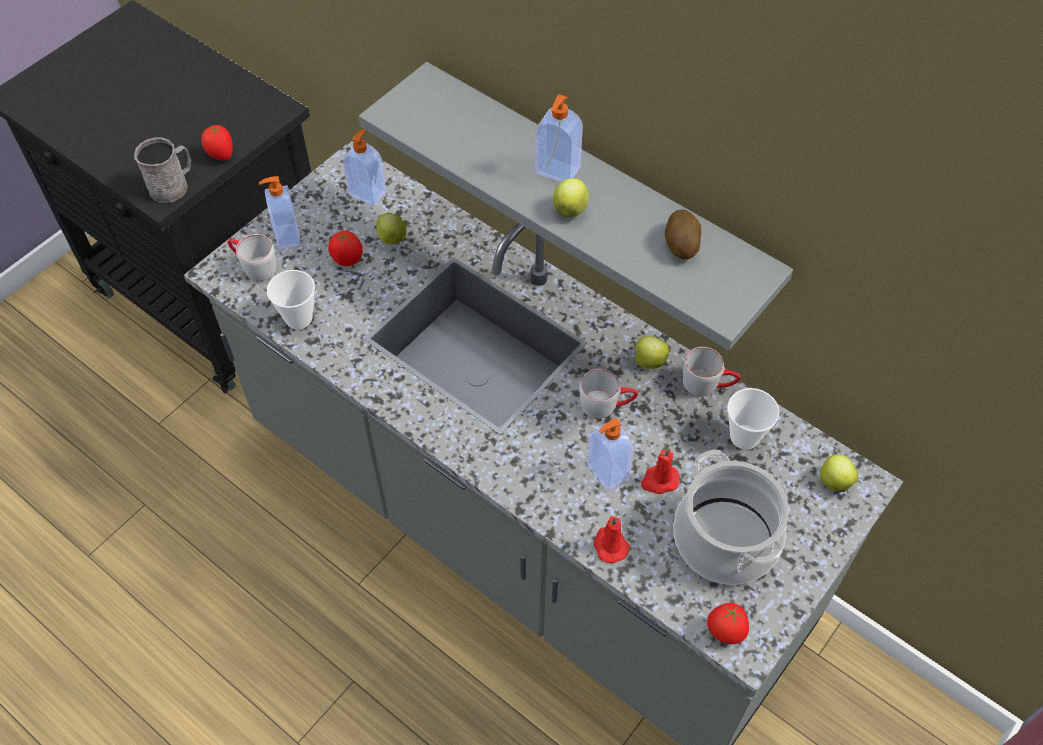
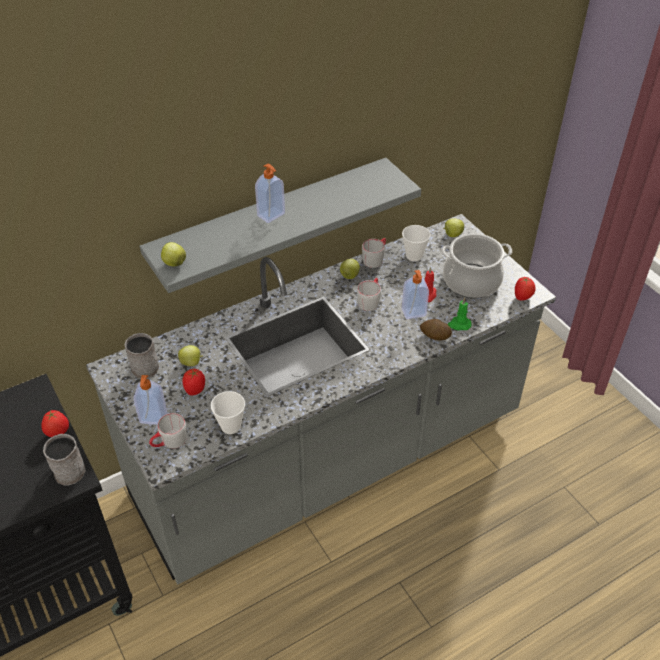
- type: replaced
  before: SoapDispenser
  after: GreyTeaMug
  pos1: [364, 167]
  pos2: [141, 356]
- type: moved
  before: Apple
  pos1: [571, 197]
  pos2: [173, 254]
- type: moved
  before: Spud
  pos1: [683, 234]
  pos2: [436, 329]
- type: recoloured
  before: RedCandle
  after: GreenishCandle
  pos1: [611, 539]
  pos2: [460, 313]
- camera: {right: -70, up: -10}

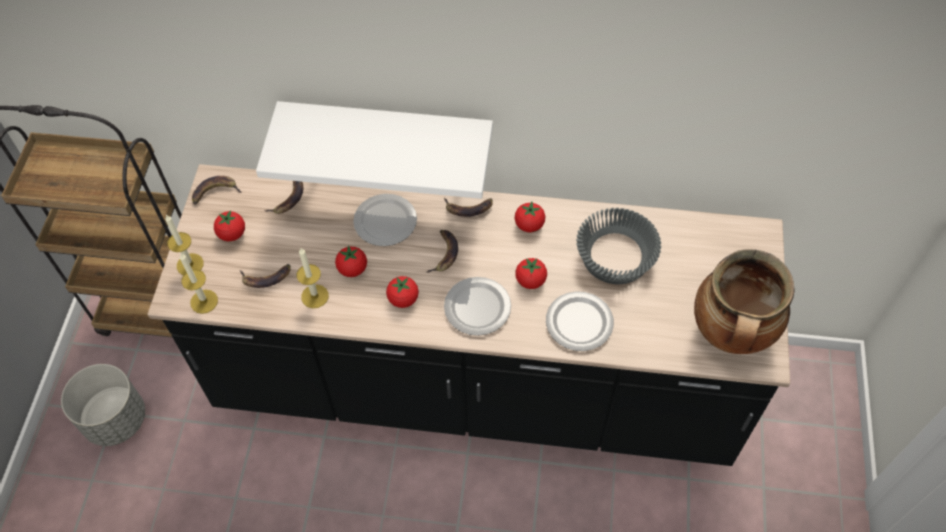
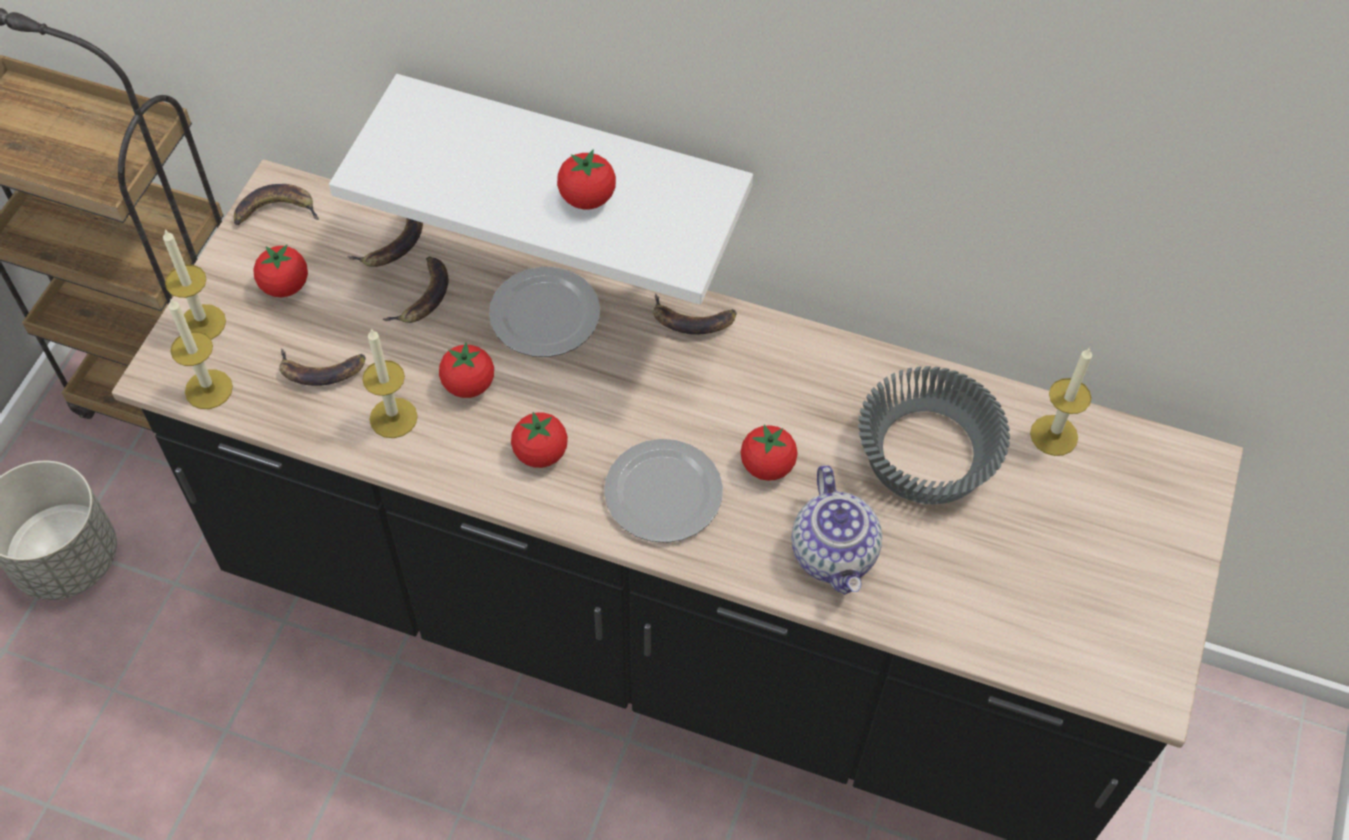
- type: moved
  before: BananaFruit
  pos1: [442, 251]
  pos2: [416, 289]
- type: moved
  before: Tomato
  pos1: [530, 217]
  pos2: [586, 179]
- type: replaced
  before: DinnerPlate
  after: PotForTea
  pos1: [580, 321]
  pos2: [836, 530]
- type: added
  after: Candle
  pos2: [1061, 402]
- type: removed
  before: CookingPot
  pos1: [744, 301]
- camera: {right: 10, up: 0}

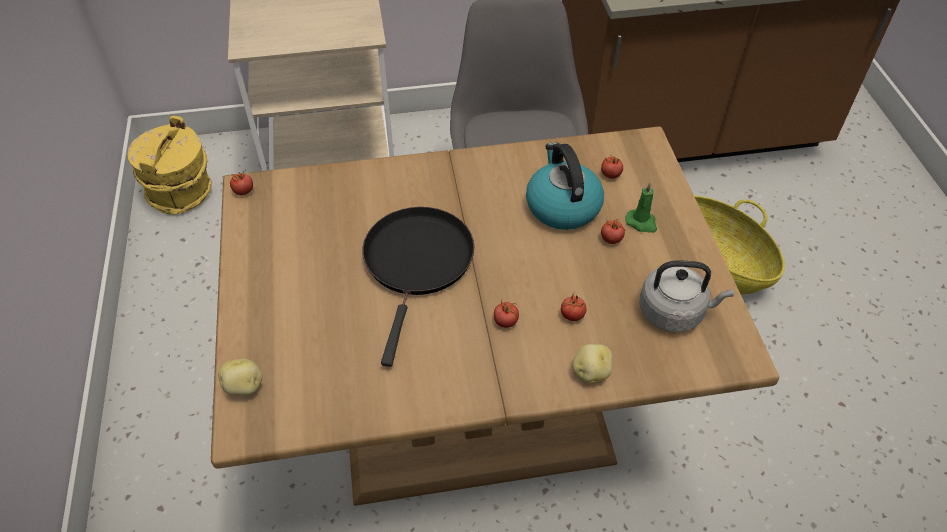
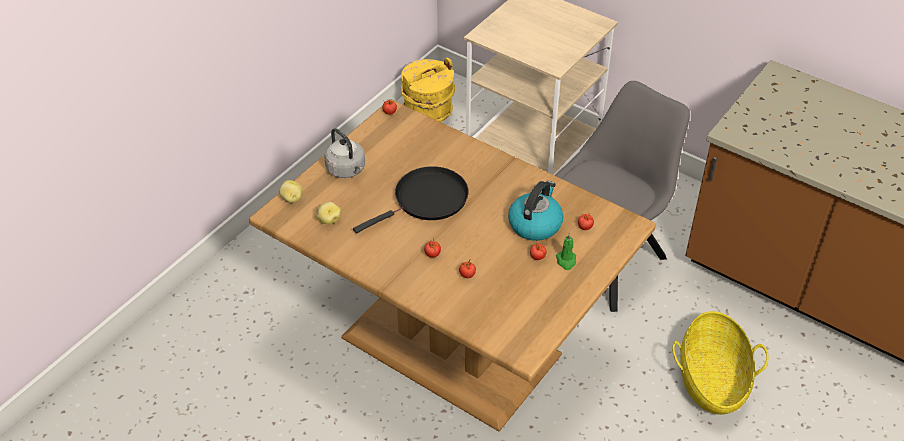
- type: moved
  before: Spud
  pos1: [592, 364]
  pos2: [328, 213]
- type: moved
  before: GreyWaterKettle
  pos1: [687, 296]
  pos2: [344, 153]
- camera: {right: 45, up: -5}

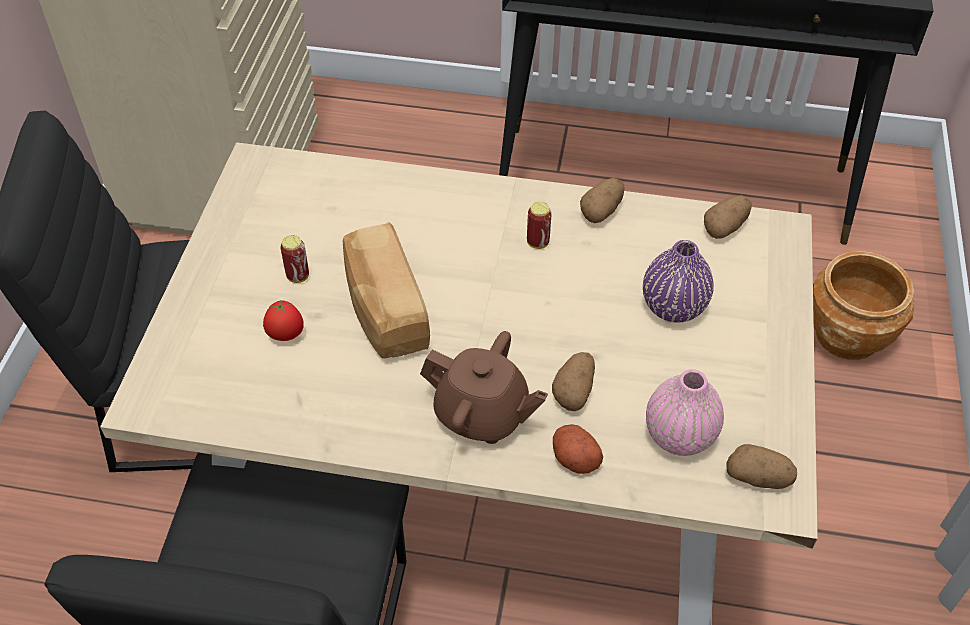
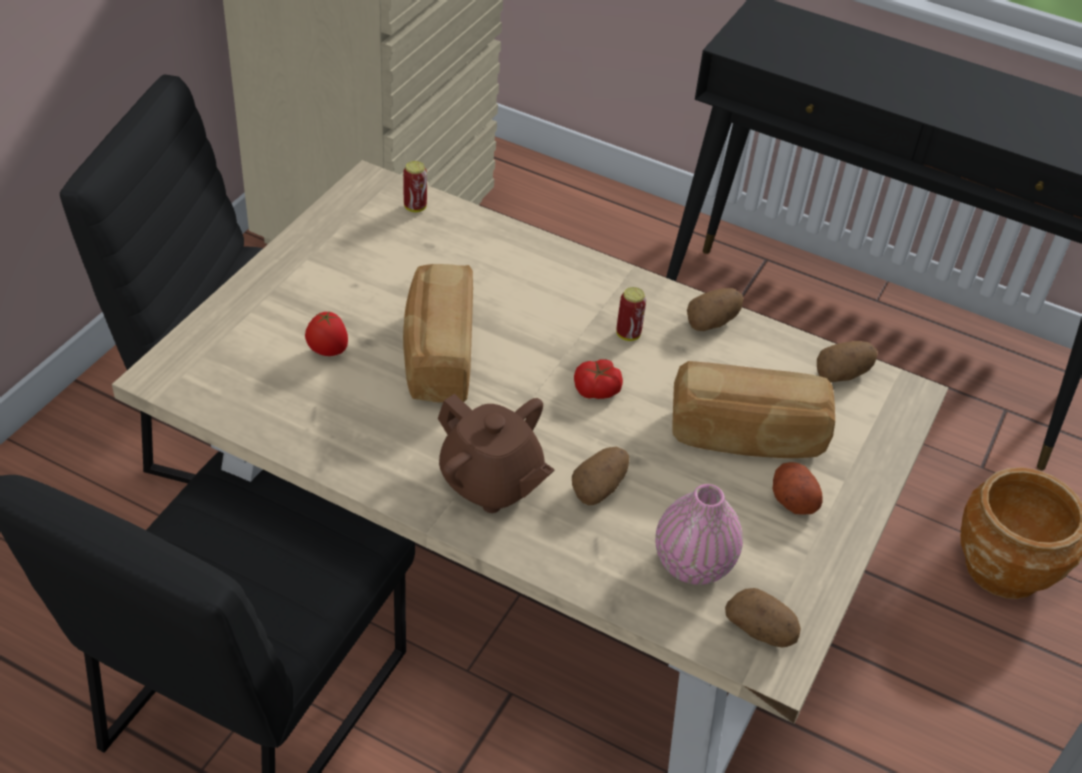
- type: moved
  before: Can
  pos1: [294, 259]
  pos2: [415, 186]
- type: added
  after: Tomato
  pos2: [598, 379]
- type: replaced
  before: PurplishFlowerVase
  after: Bread
  pos1: [678, 281]
  pos2: [754, 409]
- type: moved
  before: Spud
  pos1: [578, 449]
  pos2: [798, 488]
- camera: {right: 15, up: -5}

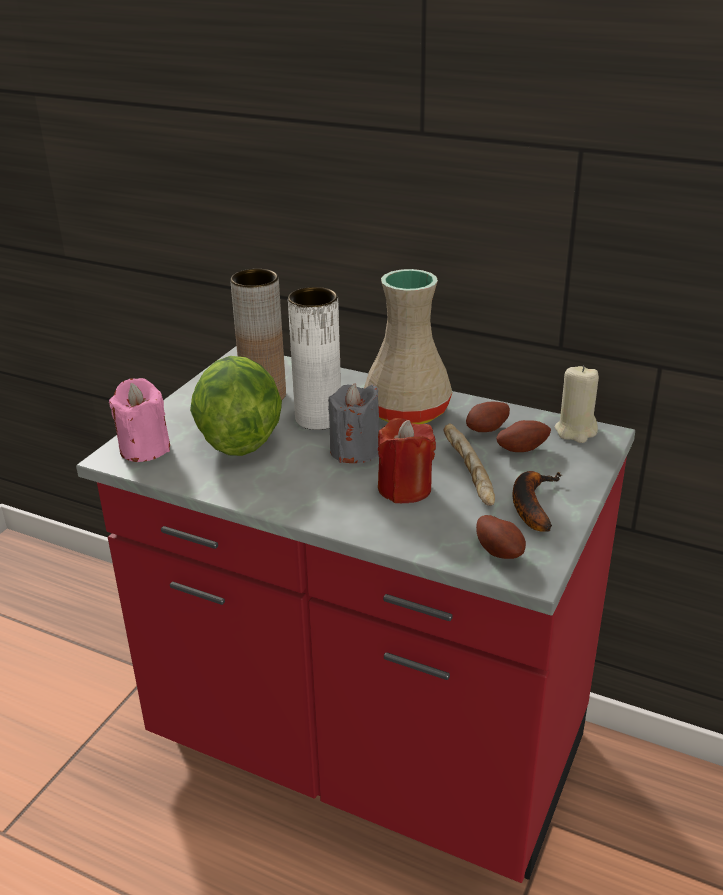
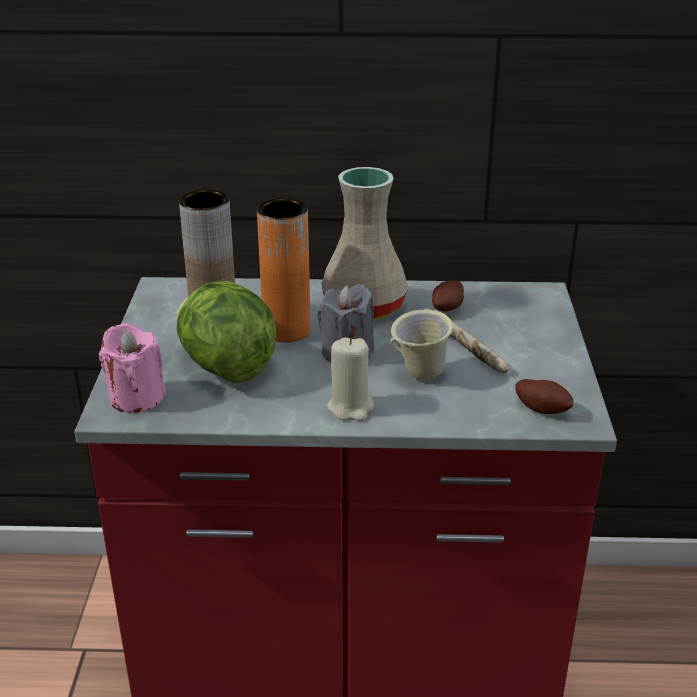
- type: recoloured
  before: WhiteFlowerVase
  after: OrangeyFlowerVase
  pos1: [314, 358]
  pos2: [284, 270]
- type: moved
  before: SandColouredCandle
  pos1: [577, 404]
  pos2: [350, 379]
- type: replaced
  before: RedCandle
  after: SandColouredTeaMug
  pos1: [407, 460]
  pos2: [421, 345]
- type: removed
  before: Spud
  pos1: [523, 436]
- type: removed
  before: BananaFruit
  pos1: [537, 501]
- camera: {right: -25, up: 0}

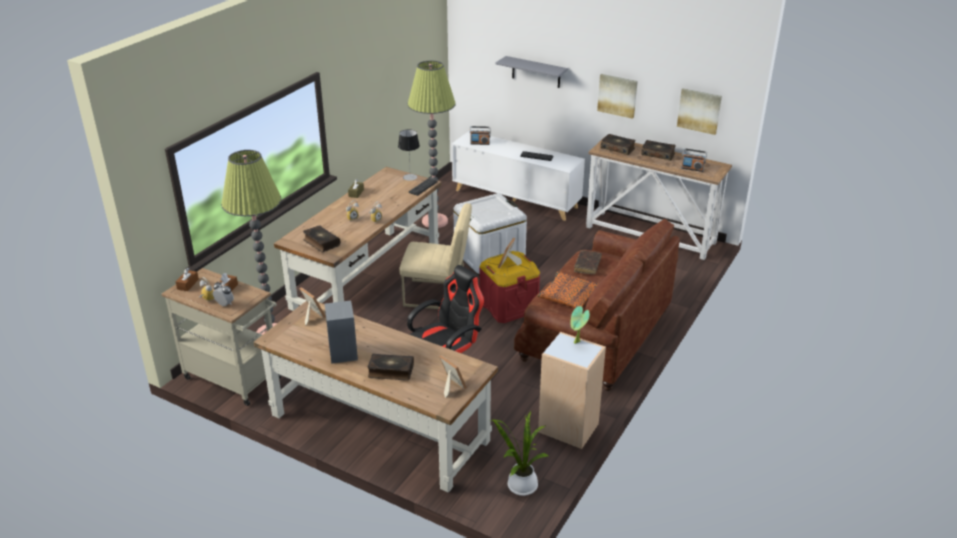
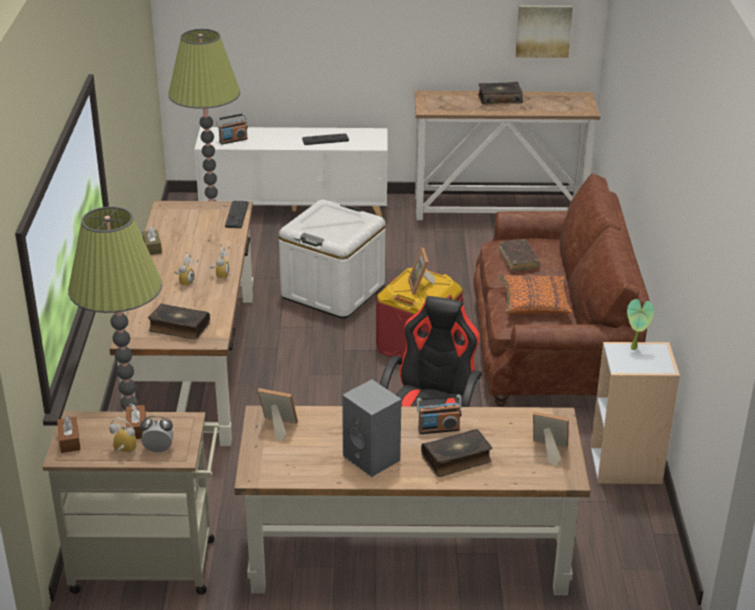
- type: moved
  before: RadioSet
  pos1: [694, 160]
  pos2: [439, 414]
- type: removed
  before: TableLamp
  pos1: [409, 155]
- type: removed
  before: SandColouredChair
  pos1: [435, 256]
- type: removed
  before: Houseplant
  pos1: [519, 453]
- type: removed
  before: GreyShelf
  pos1: [532, 72]
- type: removed
  before: WallArt
  pos1: [617, 96]
- type: removed
  before: Book
  pos1: [618, 144]
- camera: {right: -30, up: 0}

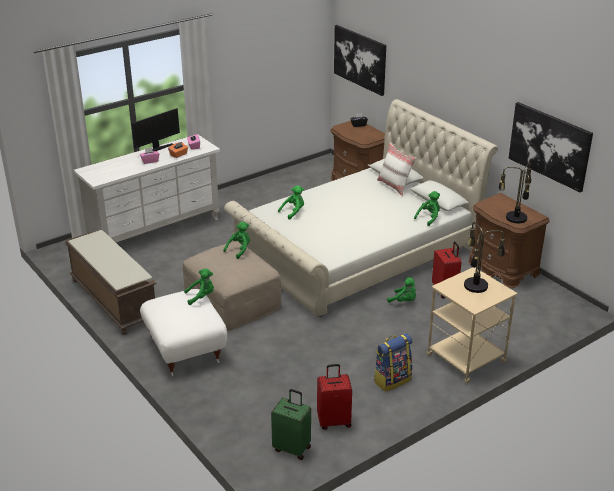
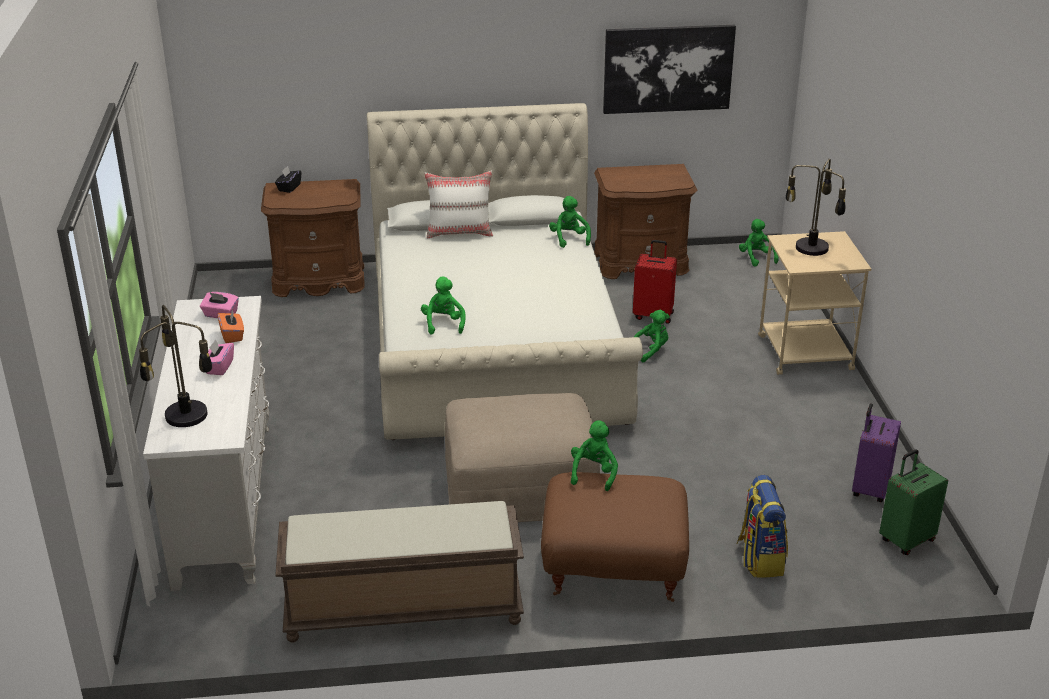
- type: moved
  before: TableLamp
  pos1: [515, 193]
  pos2: [175, 366]
- type: recoloured
  before: WhiteFootrest
  after: BrownishFootrest
  pos1: [183, 332]
  pos2: [615, 537]
- type: moved
  before: Knapsack
  pos1: [393, 362]
  pos2: [762, 526]
- type: moved
  before: GreenishCuddlyToy
  pos1: [236, 240]
  pos2: [759, 243]
- type: recoloured
  before: RedSuitcase
  after: PurplishSuitcase
  pos1: [334, 397]
  pos2: [876, 452]
- type: removed
  before: ComputerScreen
  pos1: [156, 129]
- type: removed
  before: WallArt
  pos1: [360, 60]
- camera: {right: -60, up: 0}

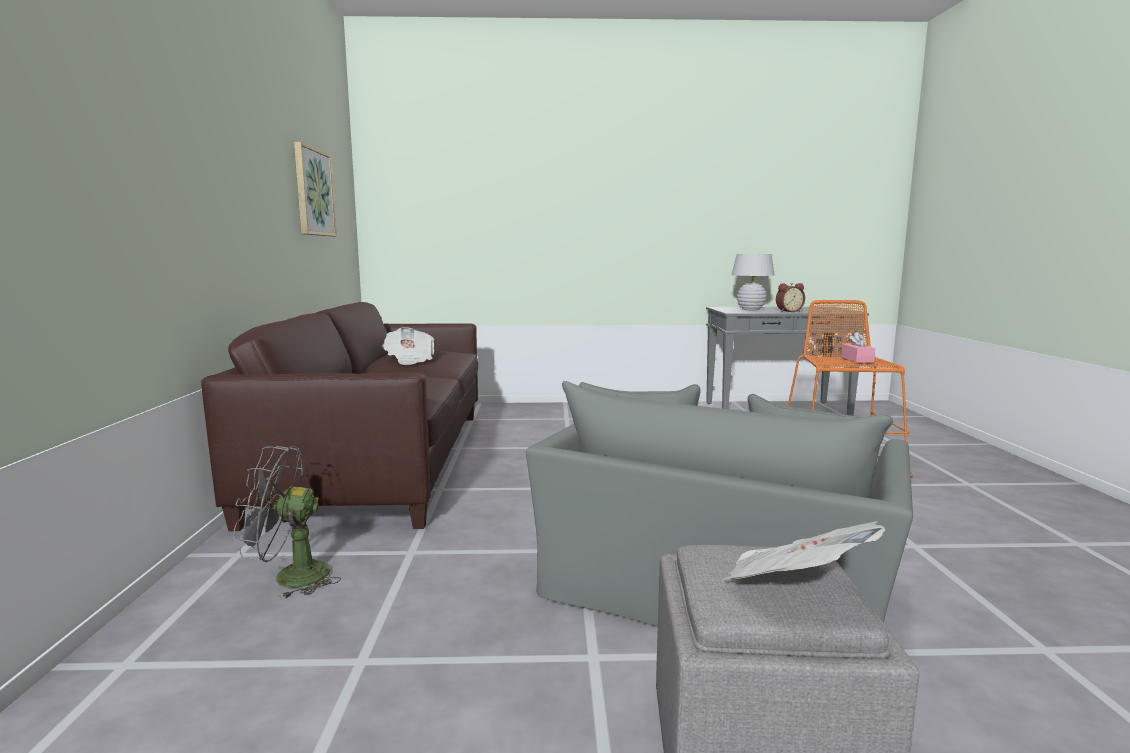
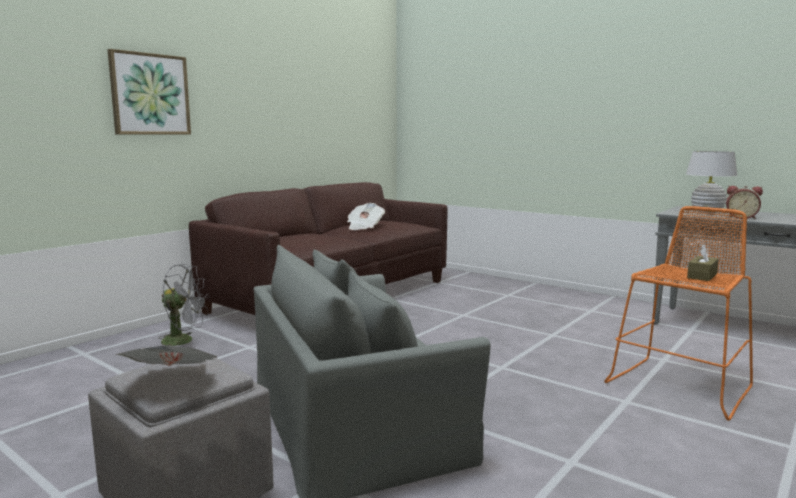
- type: moved
  before: WallArt
  pos1: [315, 188]
  pos2: [149, 92]
- type: turned
  before: GreyElectricFan
  pos1: [287, 522]
  pos2: [183, 305]
  turn: 150
- type: recoloured
  before: PinkBoxOfTissues
  after: BrownishBoxOfTissues
  pos1: [858, 347]
  pos2: [703, 263]
- camera: {right: 40, up: 0}

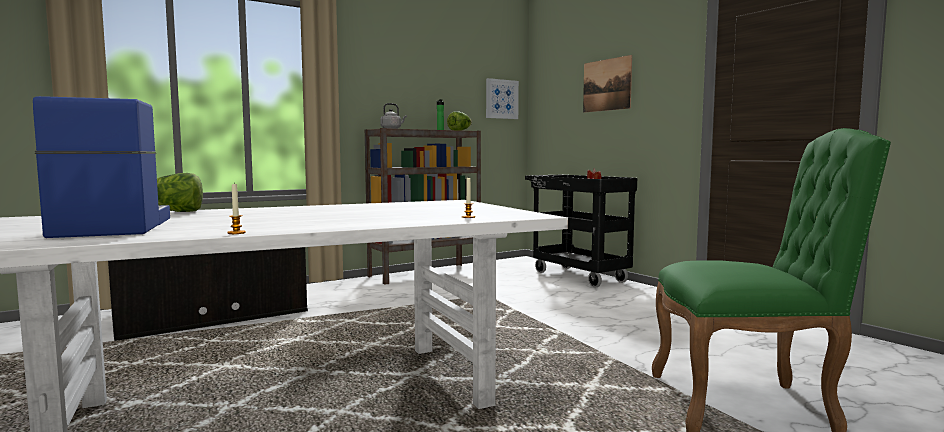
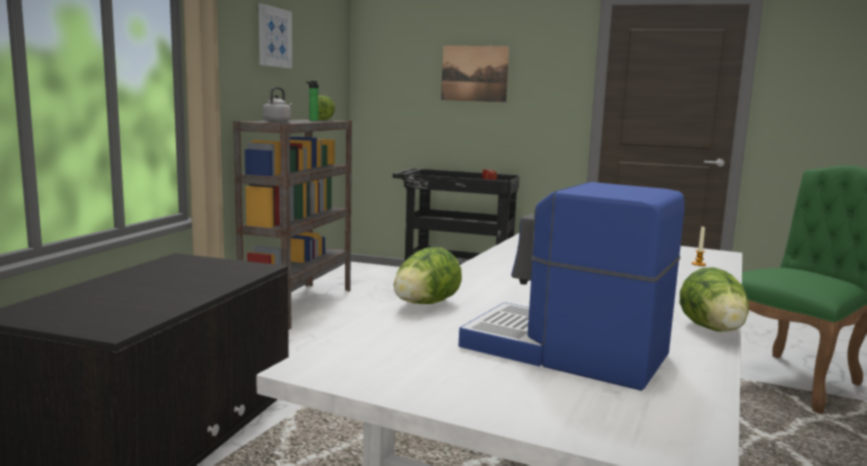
- type: moved
  before: WallArt
  pos1: [502, 98]
  pos2: [275, 36]
- type: replaced
  before: Candle
  after: Lettuce
  pos1: [236, 208]
  pos2: [714, 299]
- camera: {right: -40, up: 5}

